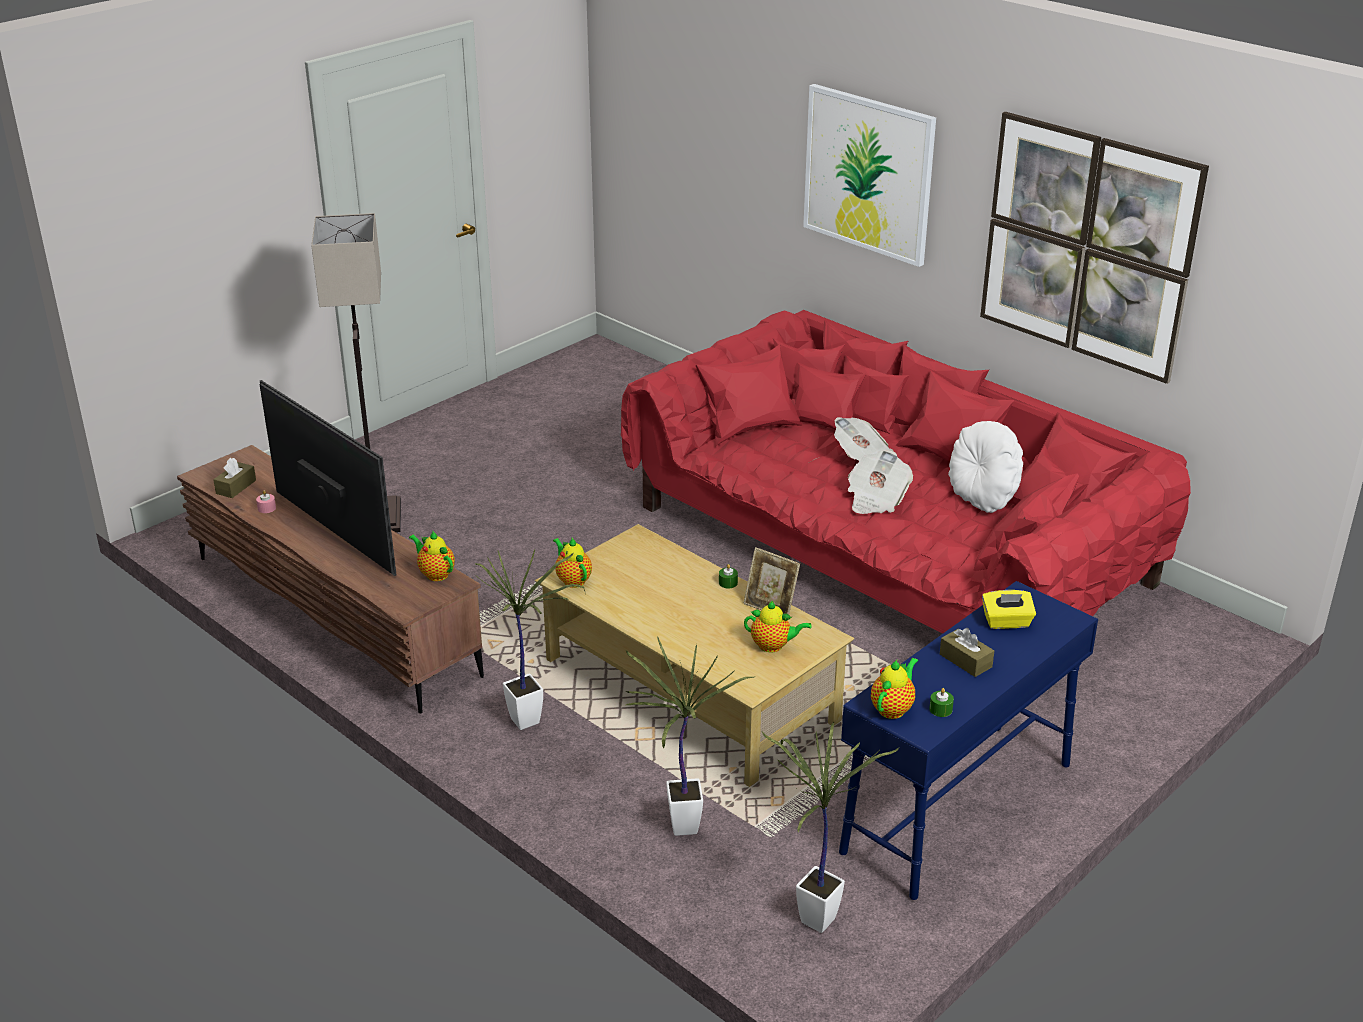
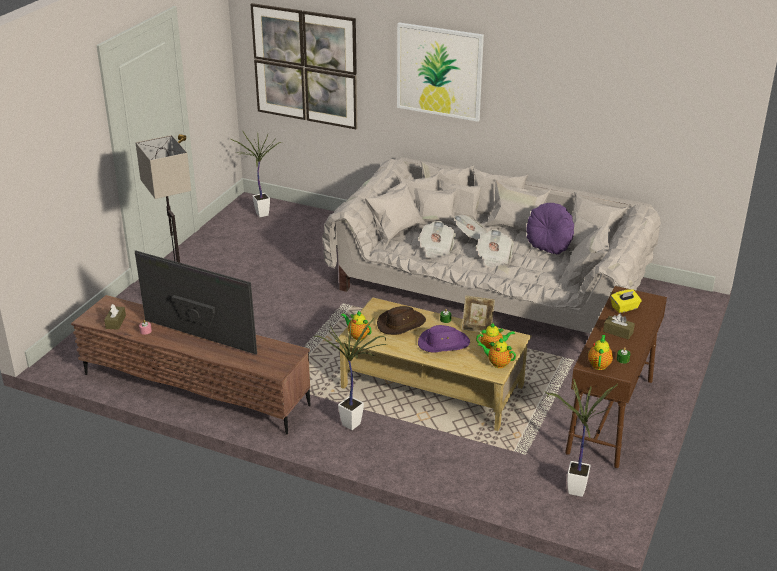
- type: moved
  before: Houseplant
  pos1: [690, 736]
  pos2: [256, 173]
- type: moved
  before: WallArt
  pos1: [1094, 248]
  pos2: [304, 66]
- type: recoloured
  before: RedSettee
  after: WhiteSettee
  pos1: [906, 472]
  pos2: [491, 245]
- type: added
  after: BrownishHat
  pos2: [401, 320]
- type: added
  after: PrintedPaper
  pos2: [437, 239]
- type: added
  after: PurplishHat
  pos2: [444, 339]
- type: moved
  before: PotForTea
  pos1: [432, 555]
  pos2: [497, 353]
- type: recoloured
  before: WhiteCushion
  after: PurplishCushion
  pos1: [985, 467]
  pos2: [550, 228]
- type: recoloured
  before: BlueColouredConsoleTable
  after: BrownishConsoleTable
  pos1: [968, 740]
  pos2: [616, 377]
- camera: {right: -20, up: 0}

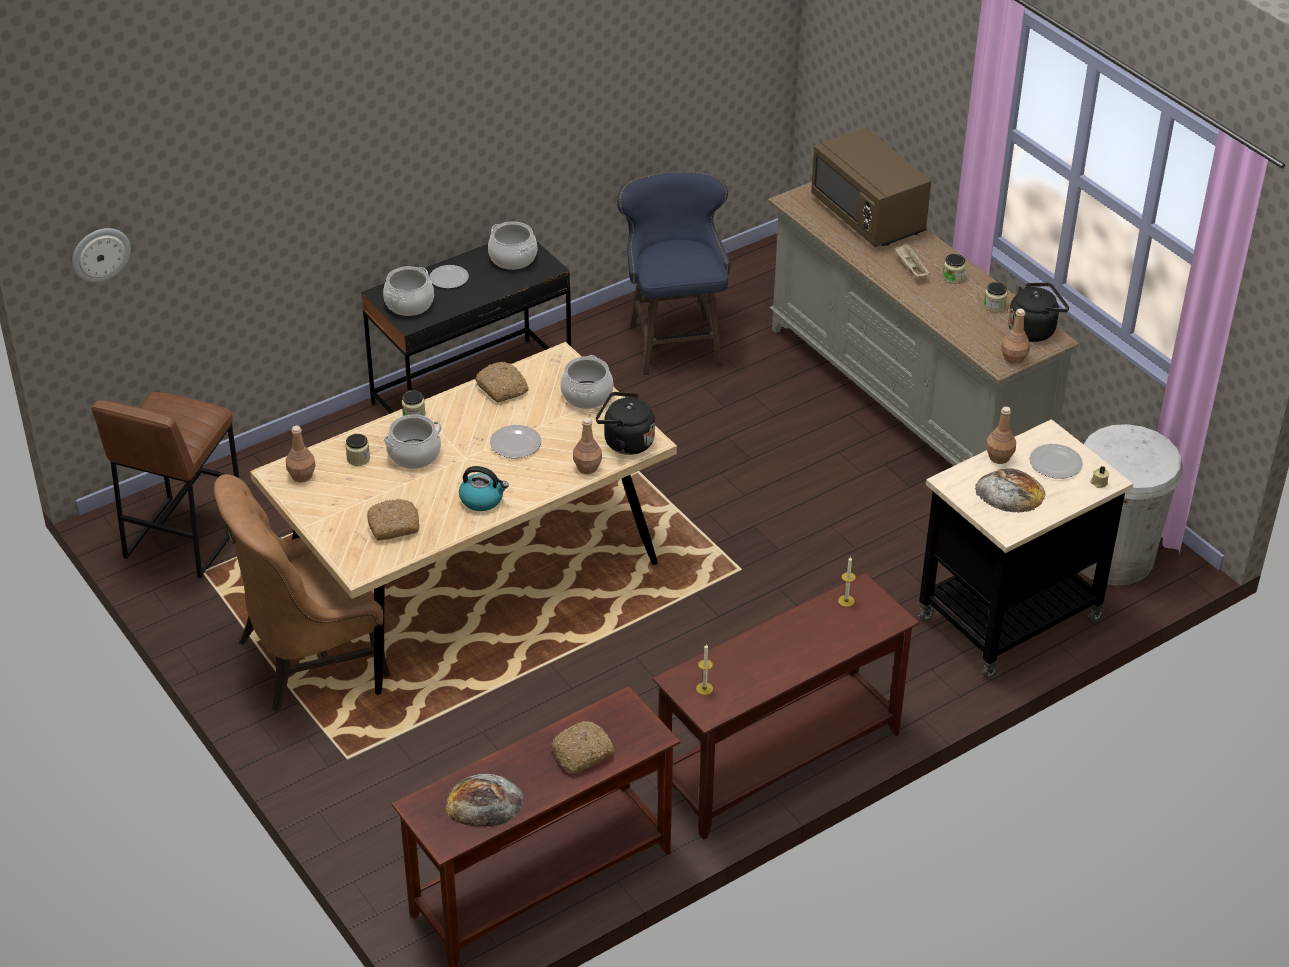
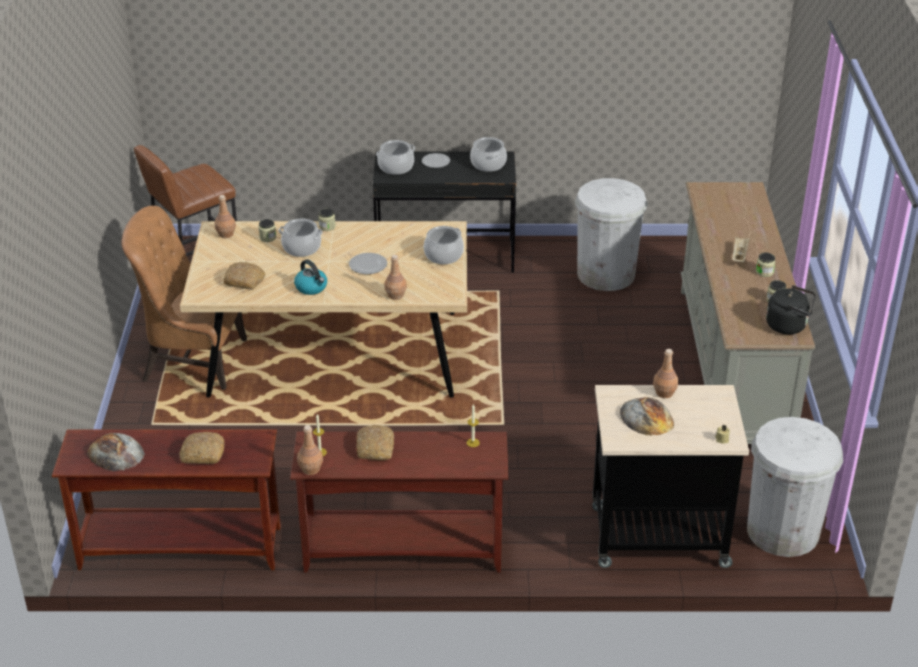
- type: moved
  before: BrownishBottle
  pos1: [1015, 336]
  pos2: [310, 450]
- type: moved
  before: Bread
  pos1: [502, 382]
  pos2: [375, 442]
- type: replaced
  before: BlueColouredSittingStool
  after: WhiteRubbishBin
  pos1: [673, 273]
  pos2: [611, 234]
- type: removed
  before: WallClock
  pos1: [101, 255]
- type: removed
  before: BlackWaterKettle
  pos1: [625, 423]
- type: removed
  before: BrownishMicrowave
  pos1: [871, 187]
- type: removed
  before: DinnerPlate
  pos1: [1056, 461]
- camera: {right: 35, up: -5}

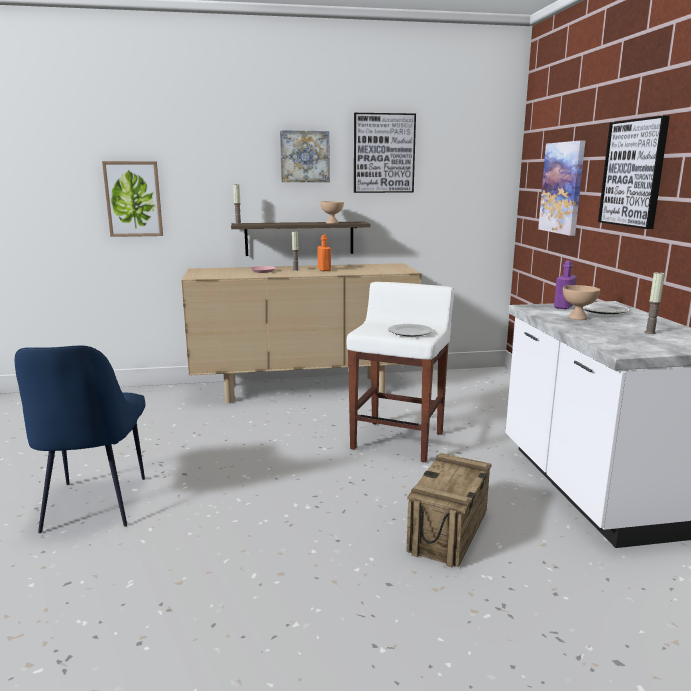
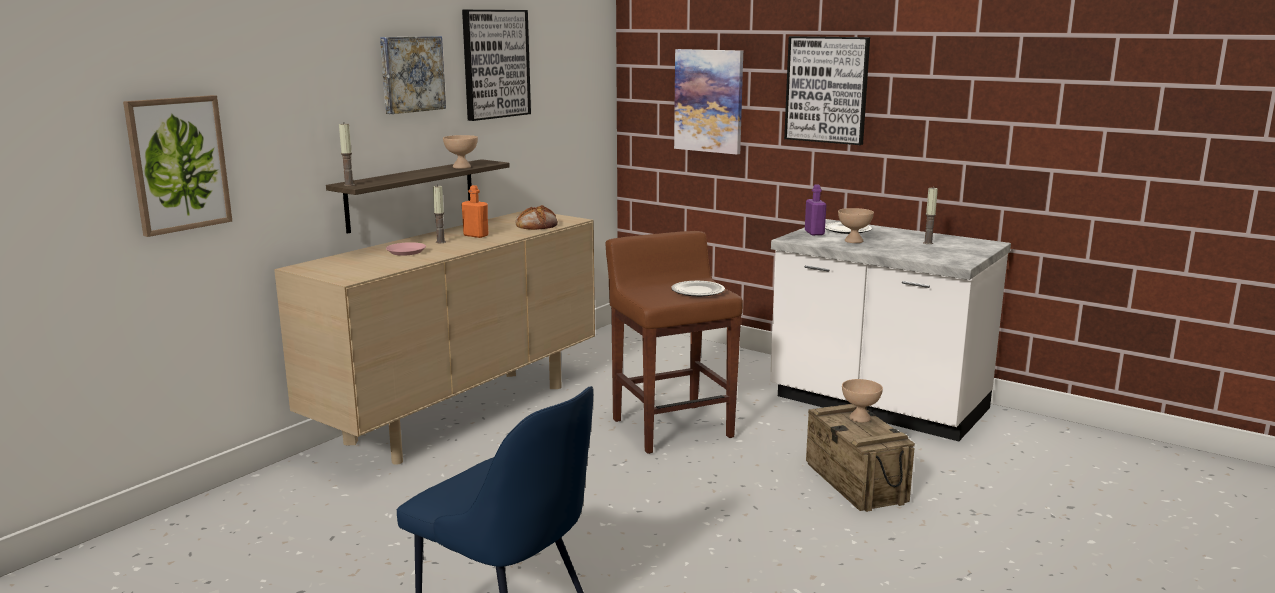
- type: added
  after: Bread
  pos2: [537, 217]
- type: recoloured
  before: WhiteSittingStool
  after: BrownishSittingStool
  pos1: [400, 372]
  pos2: [674, 342]
- type: added
  after: SandColouredBowl
  pos2: [862, 401]
- camera: {right: -45, up: 0}

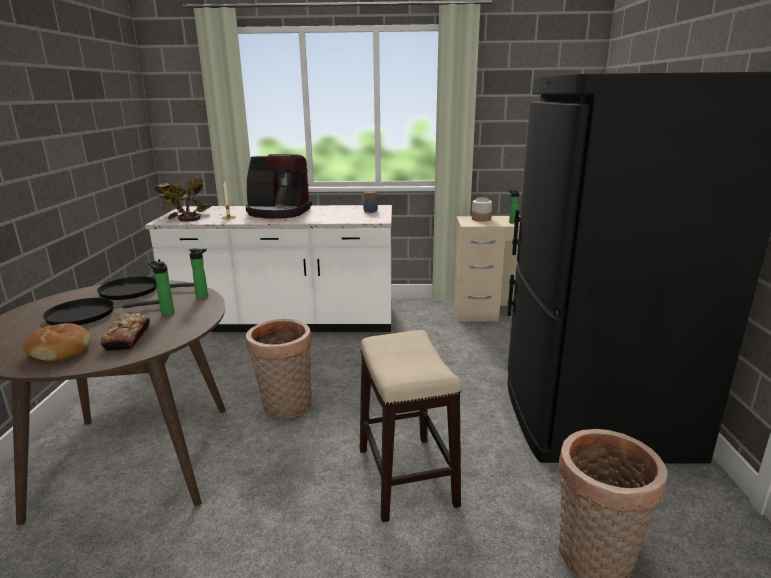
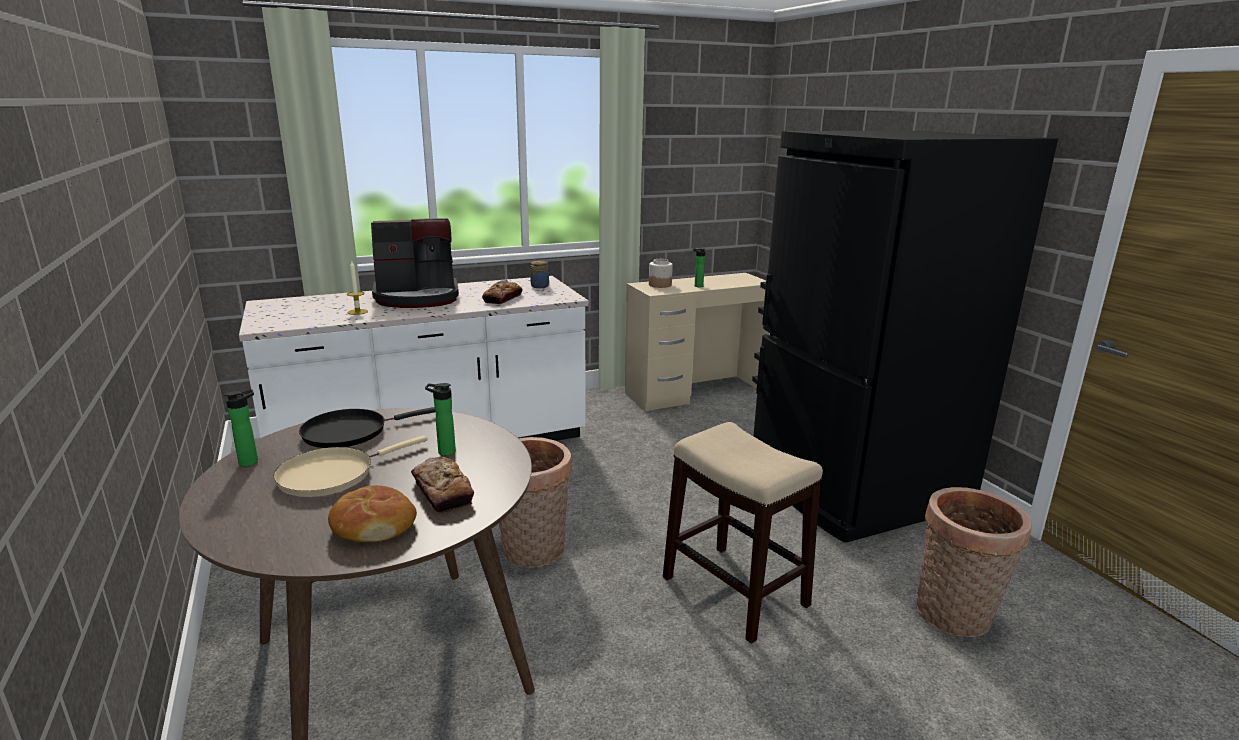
- type: moved
  before: Bottle
  pos1: [198, 273]
  pos2: [241, 427]
- type: recoloured
  before: BlackSkillet
  after: SandColouredSkillet
  pos1: [101, 311]
  pos2: [350, 466]
- type: added
  after: Bread
  pos2: [502, 292]
- type: removed
  before: Houseplant
  pos1: [183, 199]
- camera: {right: -25, up: 0}

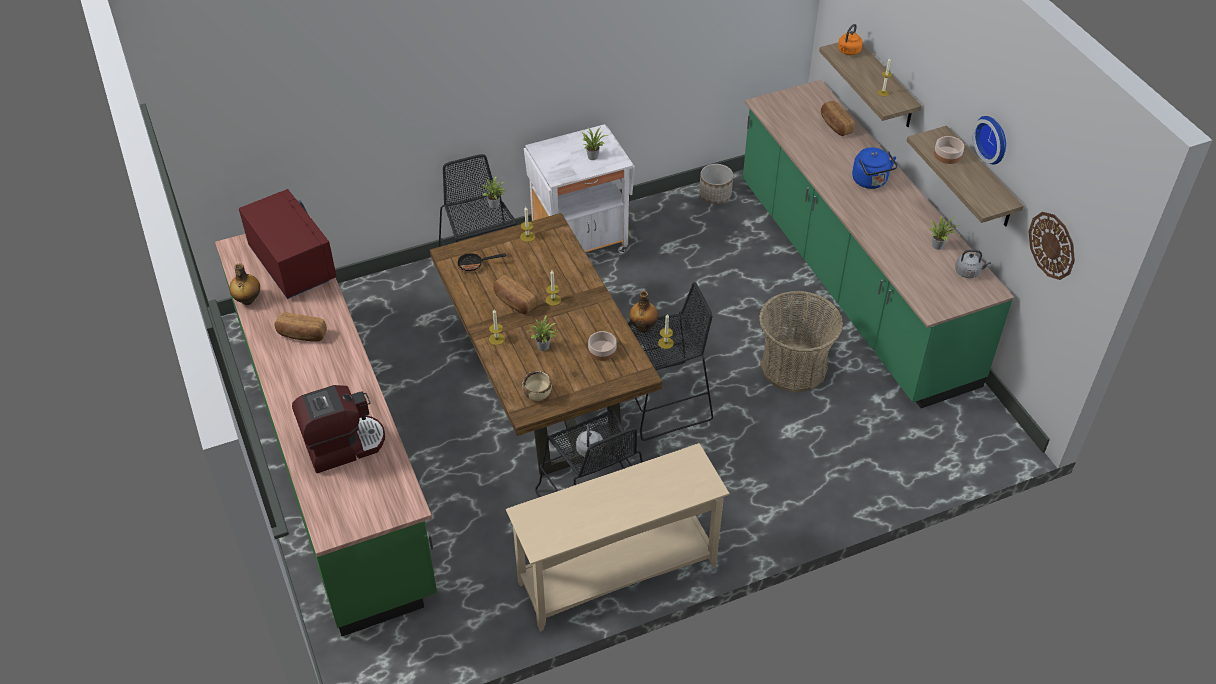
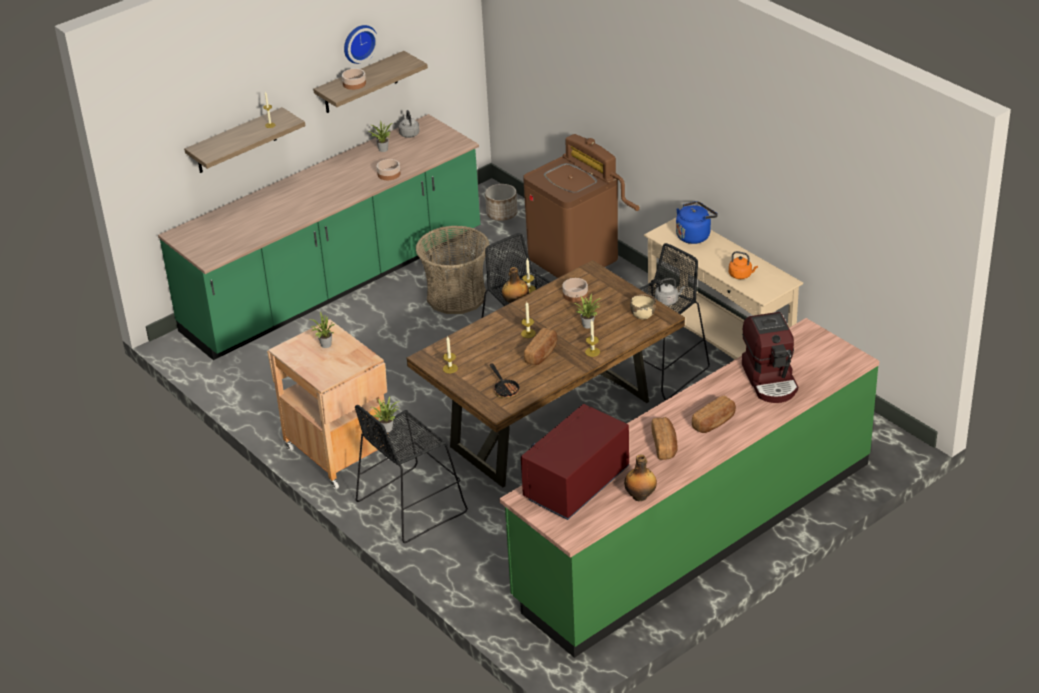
- type: recoloured
  before: WhiteTrolley
  after: BrownishTrolley
  pos1: [579, 188]
  pos2: [328, 404]
- type: added
  after: Bowl
  pos2: [388, 169]
- type: moved
  before: PlantPot
  pos1: [716, 184]
  pos2: [501, 202]
- type: added
  after: BrownishLaundryMachine
  pos2: [581, 206]
- type: moved
  before: BlueColouredWaterKettle
  pos1: [875, 168]
  pos2: [697, 222]
- type: moved
  before: Bread
  pos1: [838, 118]
  pos2: [714, 414]
- type: moved
  before: OrangeyWaterKettle
  pos1: [850, 39]
  pos2: [743, 265]
- type: turned
  before: CoffeeMaker
  pos1: [338, 429]
  pos2: [770, 357]
  turn: -150
- type: removed
  before: WallClock
  pos1: [1052, 246]
- camera: {right: -105, up: -10}

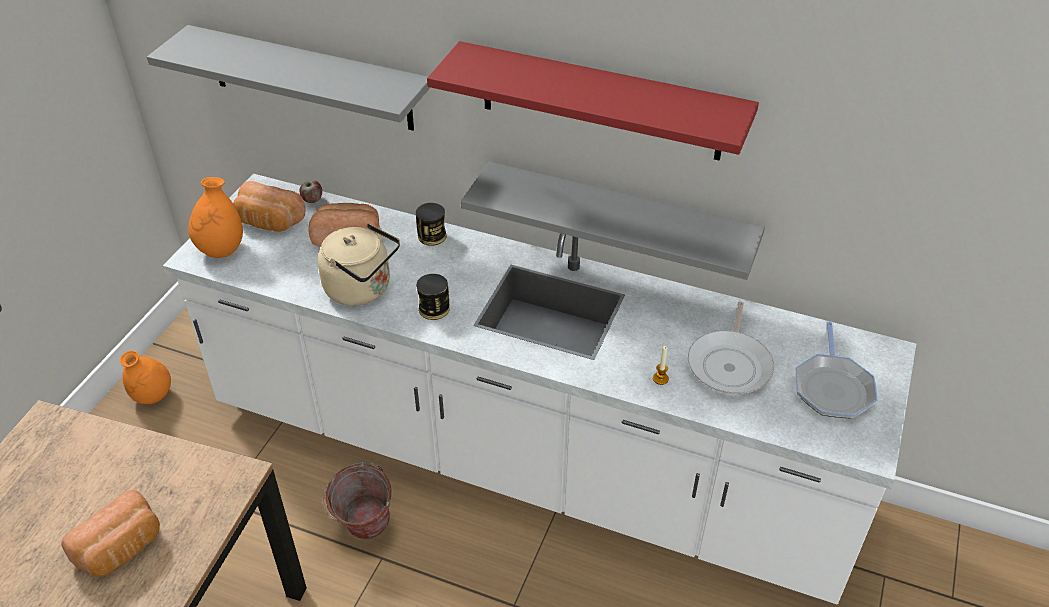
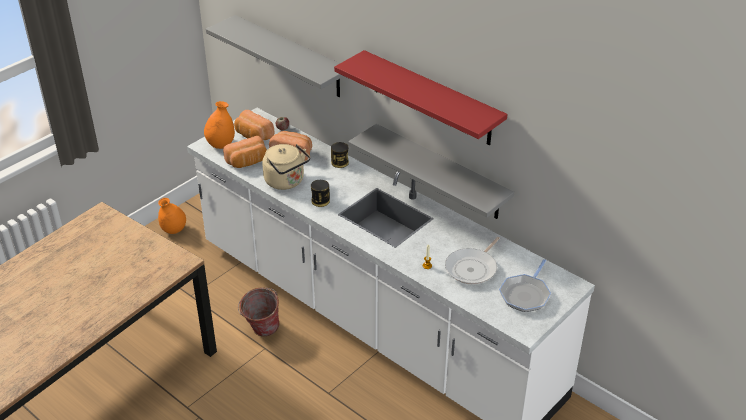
- type: moved
  before: Bread
  pos1: [110, 533]
  pos2: [245, 152]
- camera: {right: 20, up: -5}

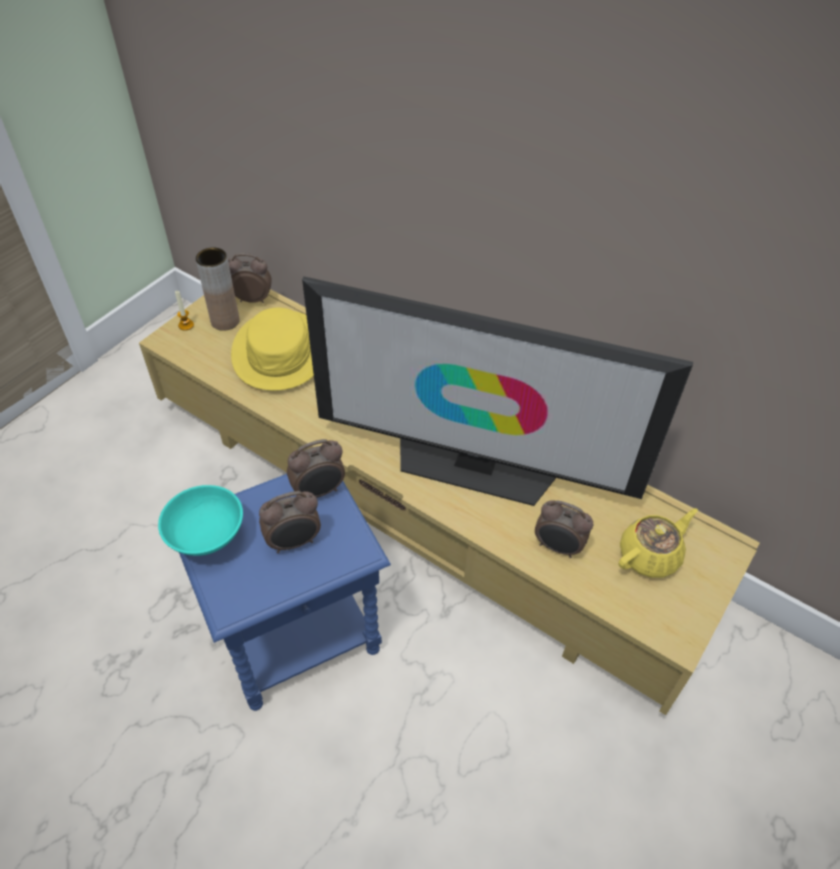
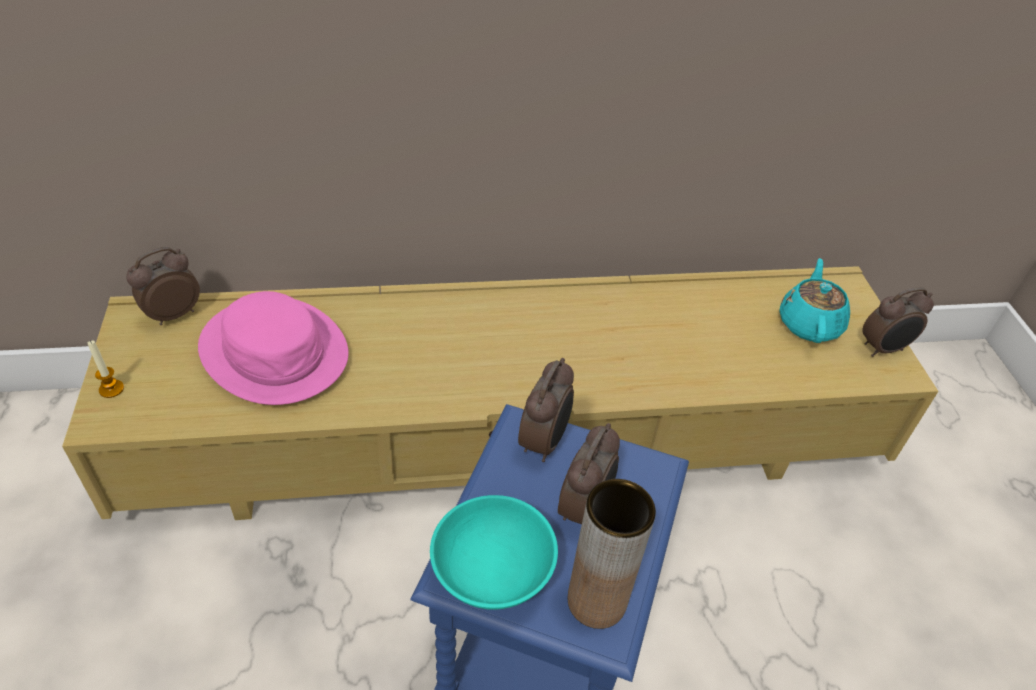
- type: recoloured
  before: YellowColouredHat
  after: PinkHat
  pos1: [272, 349]
  pos2: [273, 348]
- type: moved
  before: BrownishFlowerVase
  pos1: [218, 289]
  pos2: [612, 554]
- type: recoloured
  before: YellowColouredPotForTea
  after: BlueGreenPotForTea
  pos1: [658, 543]
  pos2: [815, 300]
- type: moved
  before: AlarmClock
  pos1: [564, 529]
  pos2: [898, 322]
- type: removed
  before: Television
  pos1: [497, 391]
- camera: {right: -45, up: -5}

